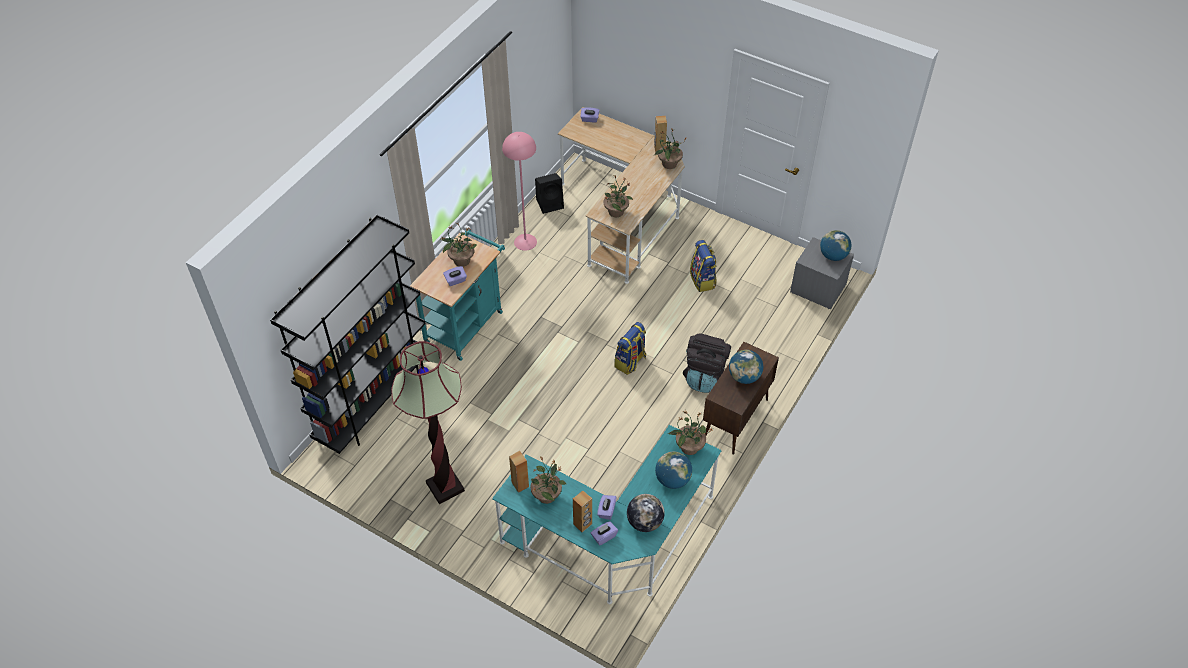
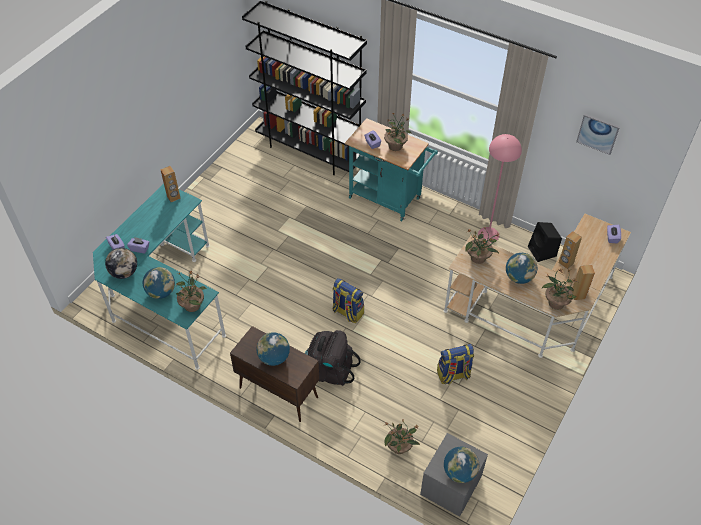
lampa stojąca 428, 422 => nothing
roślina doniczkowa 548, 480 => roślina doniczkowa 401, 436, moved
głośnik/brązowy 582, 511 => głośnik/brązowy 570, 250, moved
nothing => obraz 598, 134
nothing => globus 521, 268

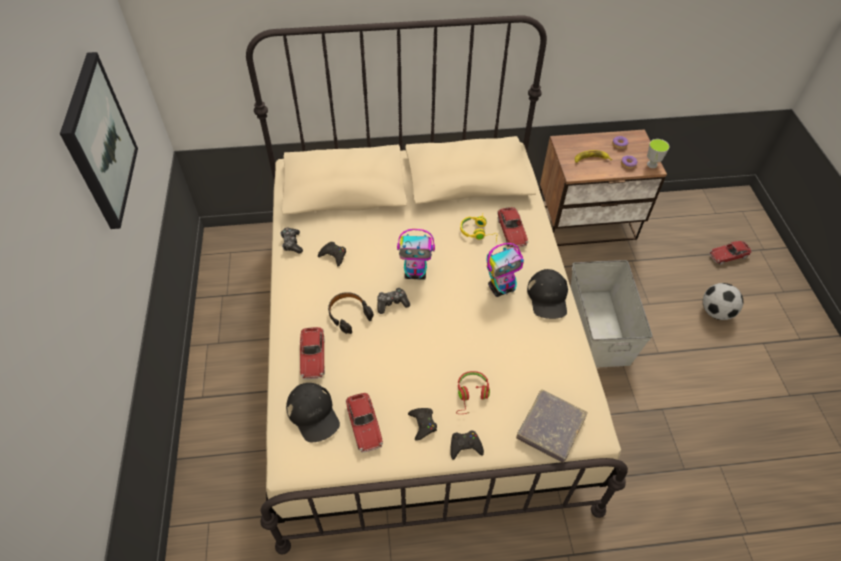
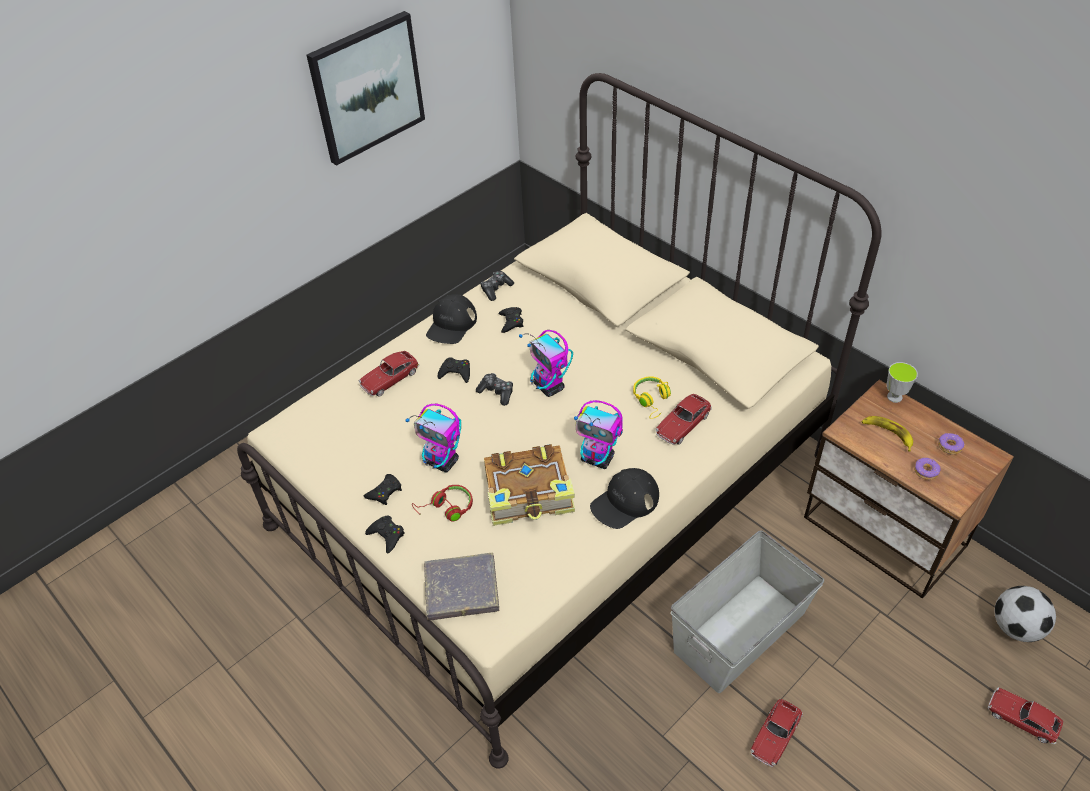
filiżanka 658, 153 => filiżanka 902, 382, moved
piłka futbolowa 723, 301 => piłka futbolowa 1025, 614, moved
słuchawki/czarny 351, 313 => pad do gier/czarny 454, 370
czapka z daszkiem/czarny 313, 412 => czapka z daszkiem/czarny 451, 319, moved
samochodzik 364, 423 => samochodzik 776, 733, moved
nothing => robot zabawkowy 433, 438
nothing => książka 529, 485

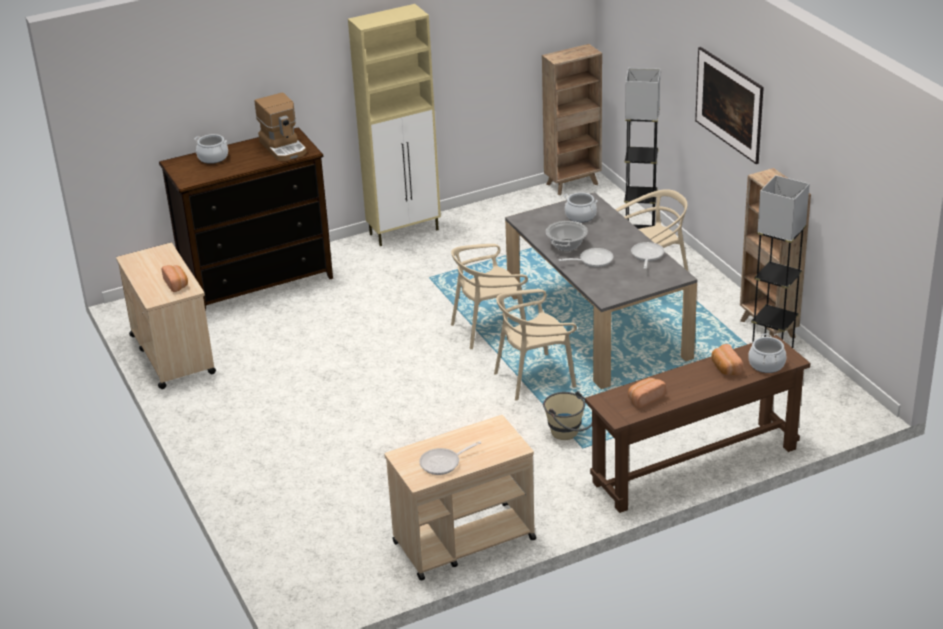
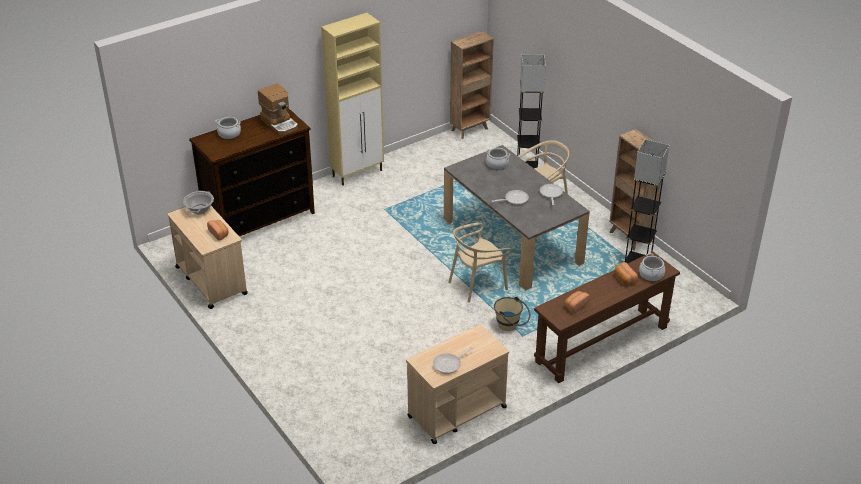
obraz 729, 105 => nothing
garnek 567, 236 => garnek 198, 202, moved
krzesło/beżowy 489, 296 => nothing

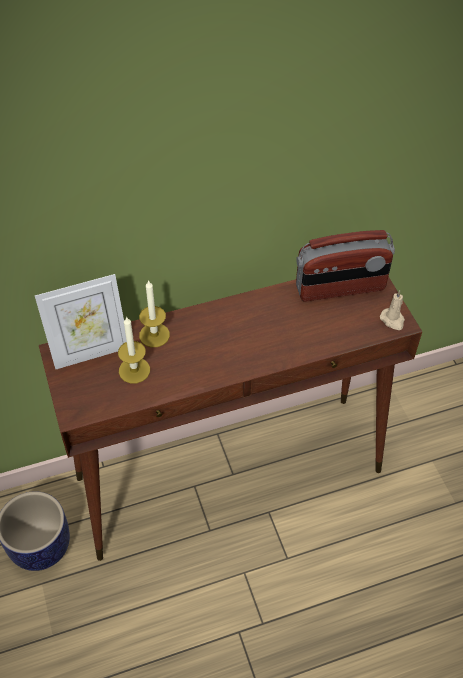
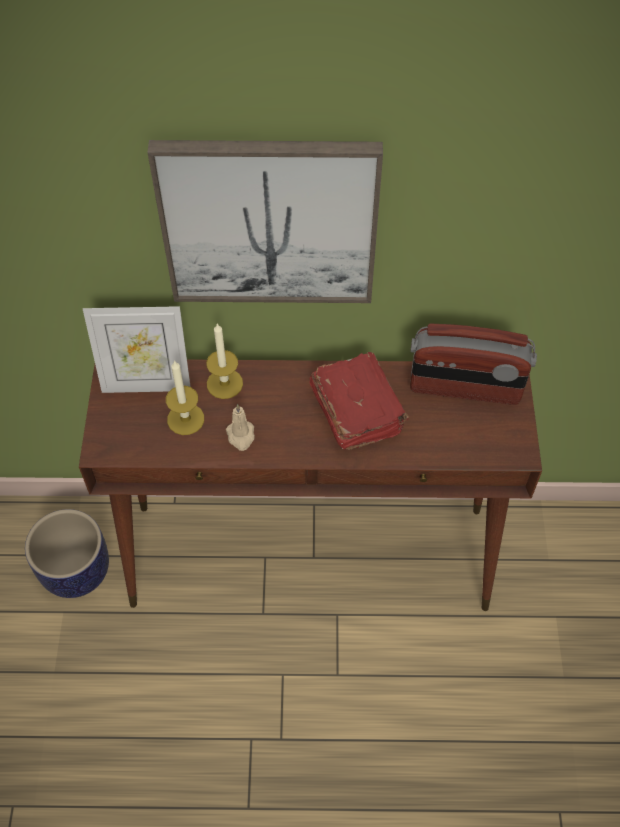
świeca/beżowy 392, 310 => świeca/beżowy 240, 427, moved
nothing => obraz 265, 221
nothing => książka/czerwony 359, 401

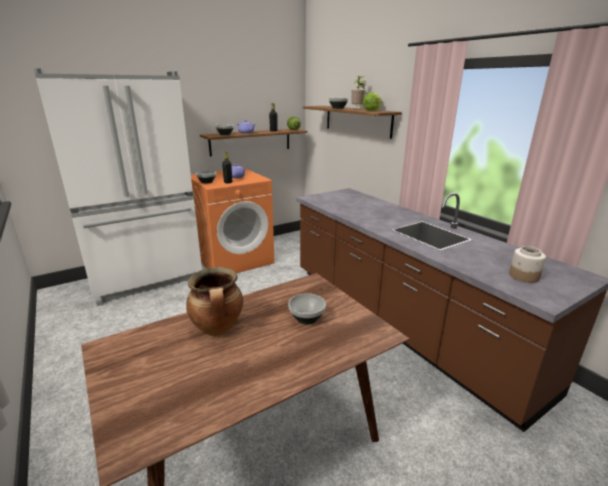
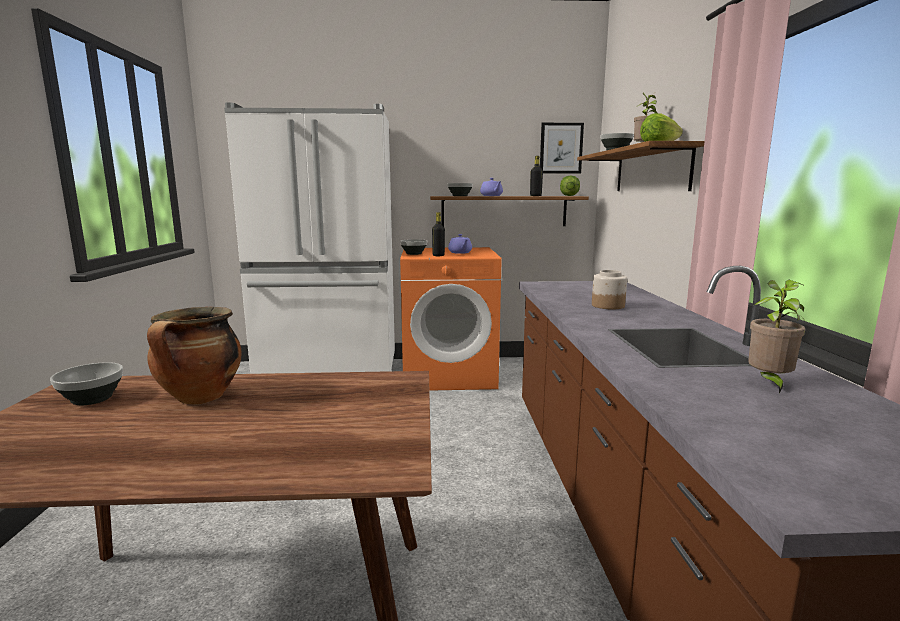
słoik 527, 264 => słoik 609, 289, moved
miska 307, 308 => miska 86, 383, moved
nothing => obraz 562, 148
nothing => roślina doniczkowa 777, 336

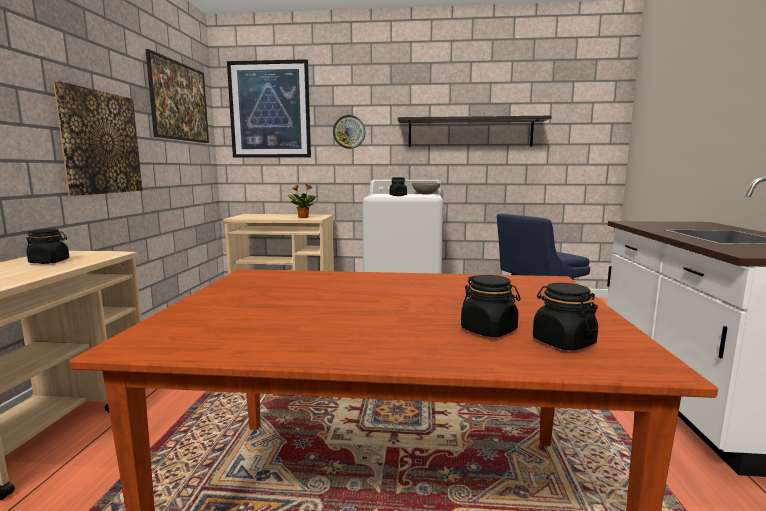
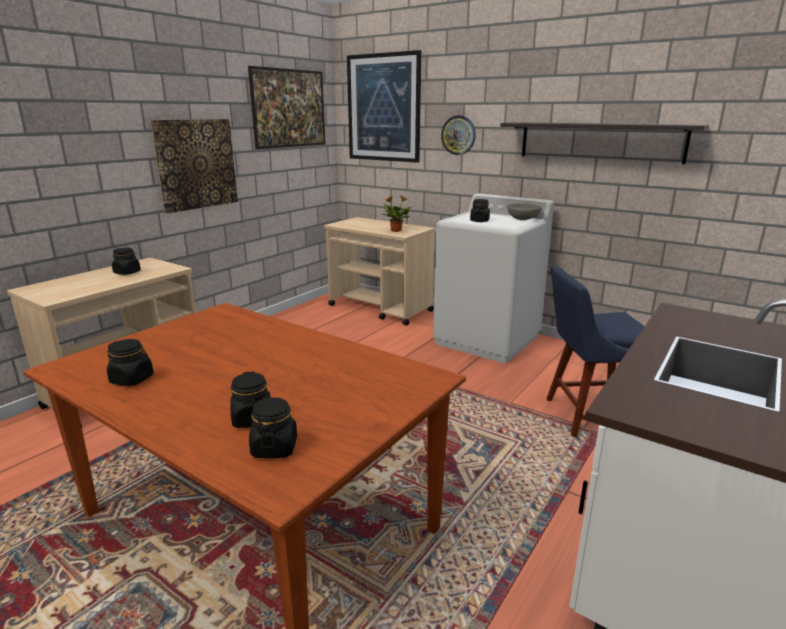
nothing => słoik/czarny 130, 362

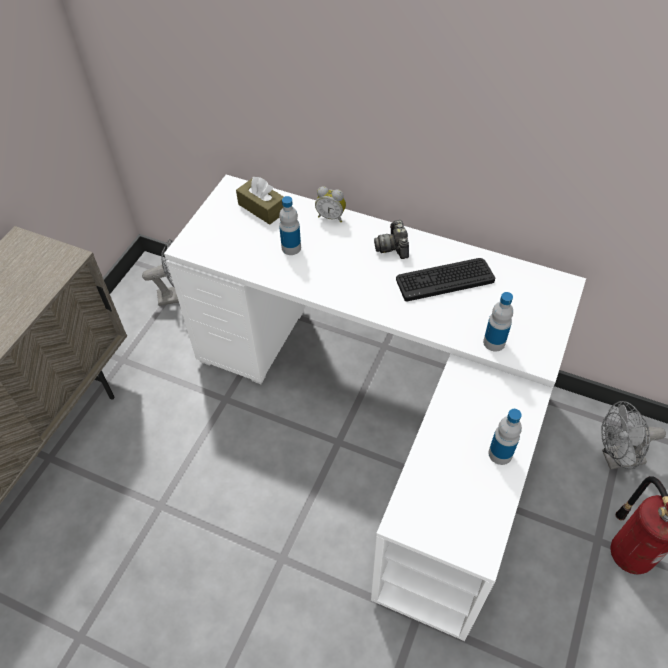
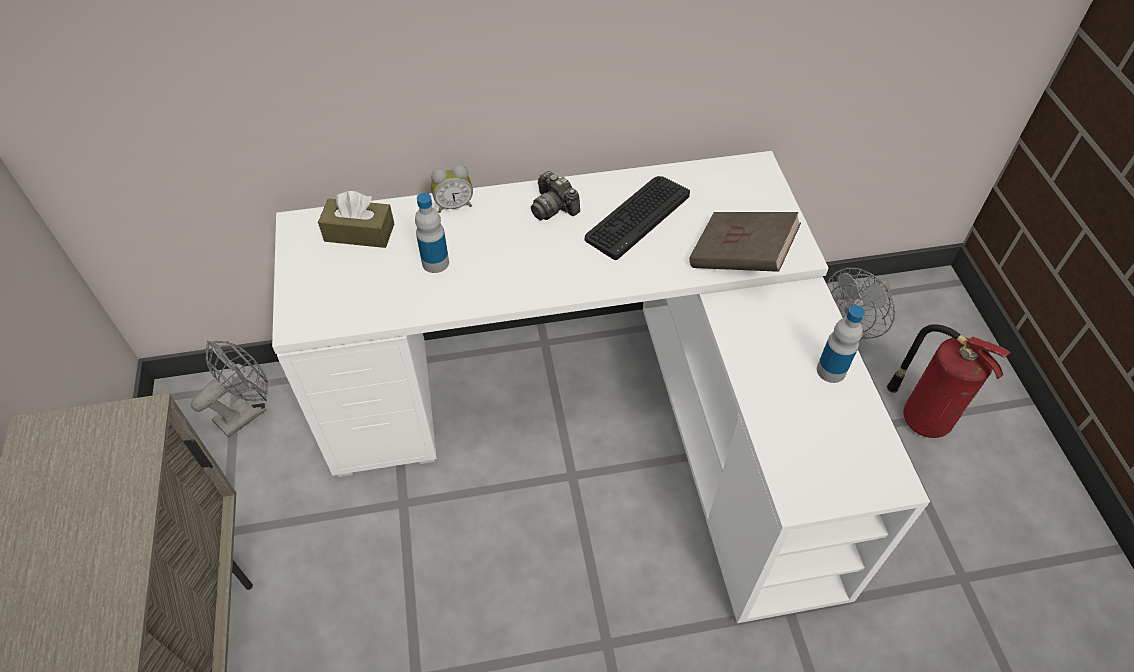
butelka 498, 322 => książka/brązowy 745, 242

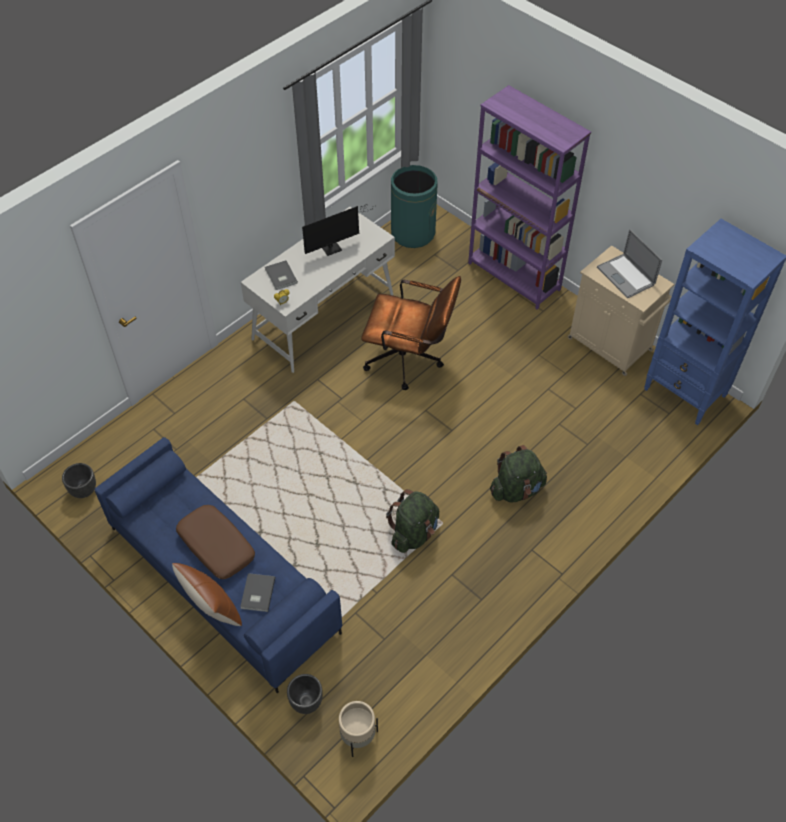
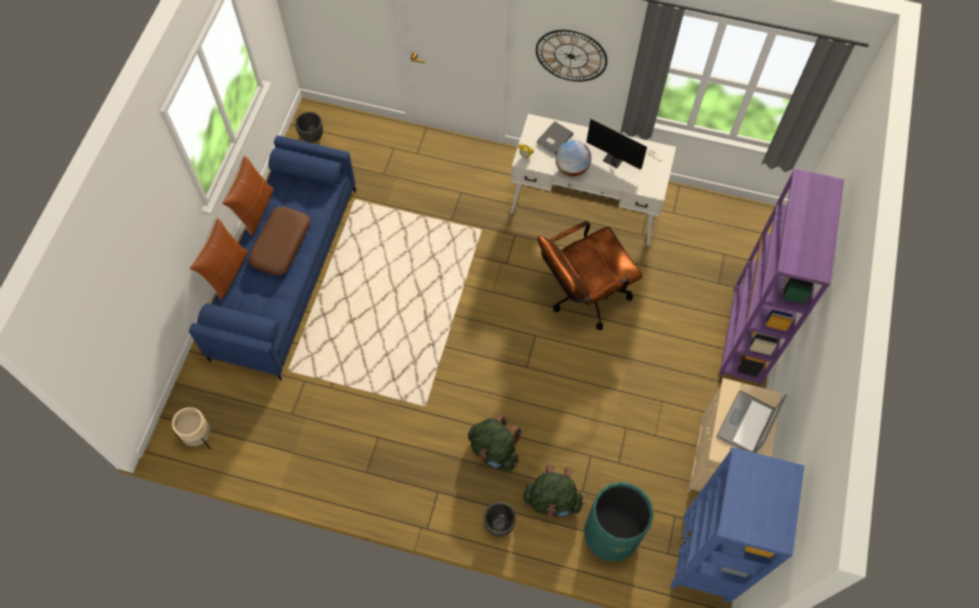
kosz na śmieci/zielony 414, 206 => kosz na śmieci/zielony 619, 522, moved
krzesło biurowe/brązowy 411, 333 => krzesło biurowe/brązowy 590, 275, 75 degrees clockwise
plecak/zielony 412, 521 => plecak/zielony 554, 491, moved
książka/szary 258, 592 => nothing
donica/czarny 305, 694 => donica/czarny 500, 519, moved
nothing => zegar ścienny 571, 56
nothing => globus 573, 158
nothing => poduszka/brązowy 247, 195

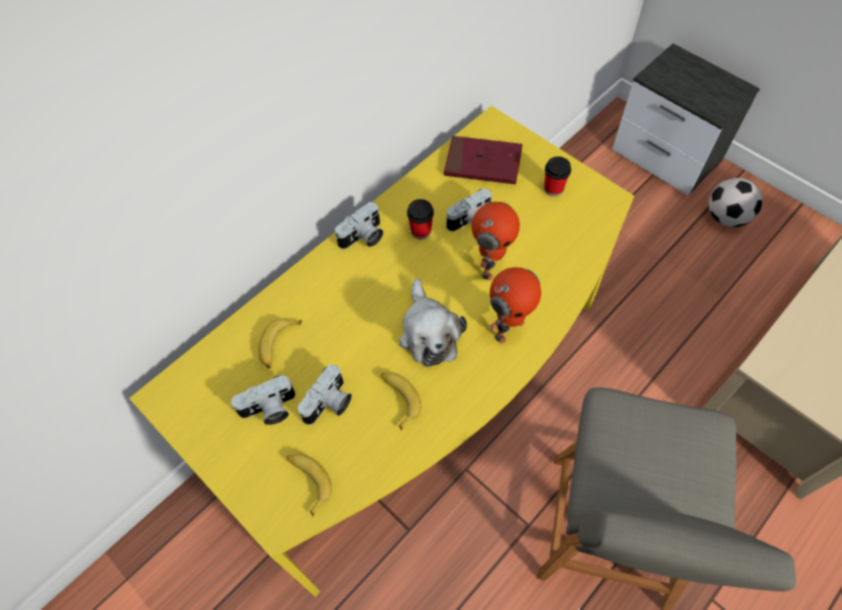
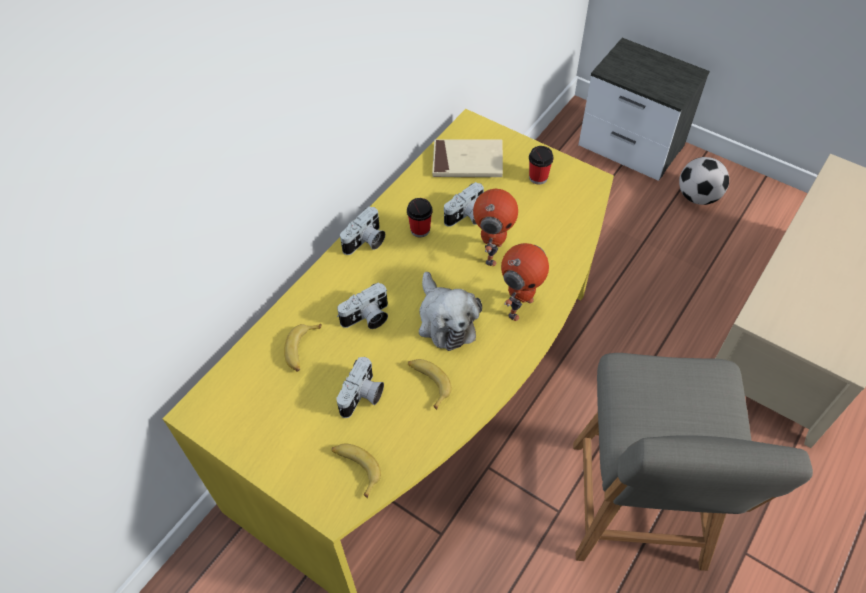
książka/czerwony 483, 160 => książka/beżowy 467, 158
aparat fotograficzny 263, 400 => aparat fotograficzny 362, 305, moved

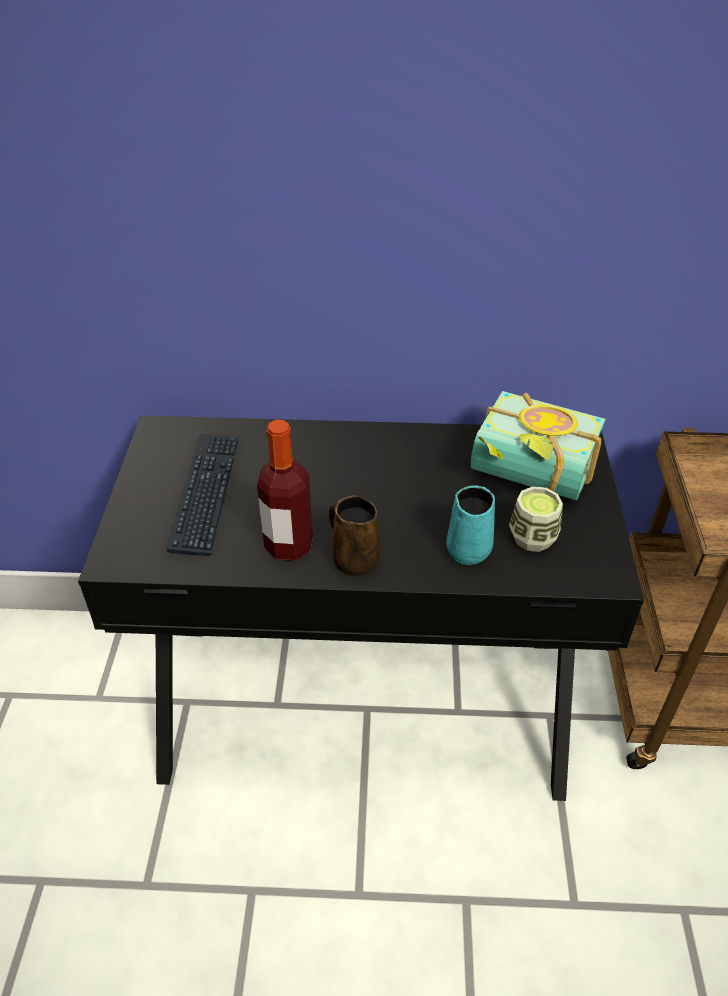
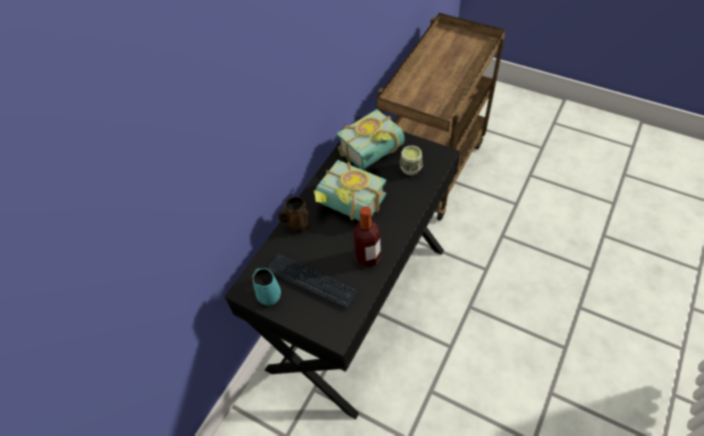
kubek/turkusowy 470, 525 => kubek/turkusowy 266, 287, moved
kubek/brązowy 354, 535 => kubek/brązowy 294, 215, moved
nothing => książka 350, 190

